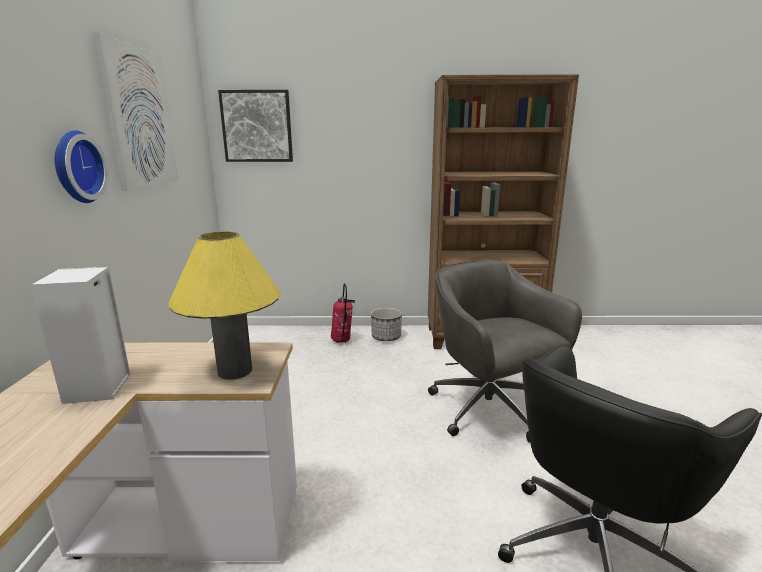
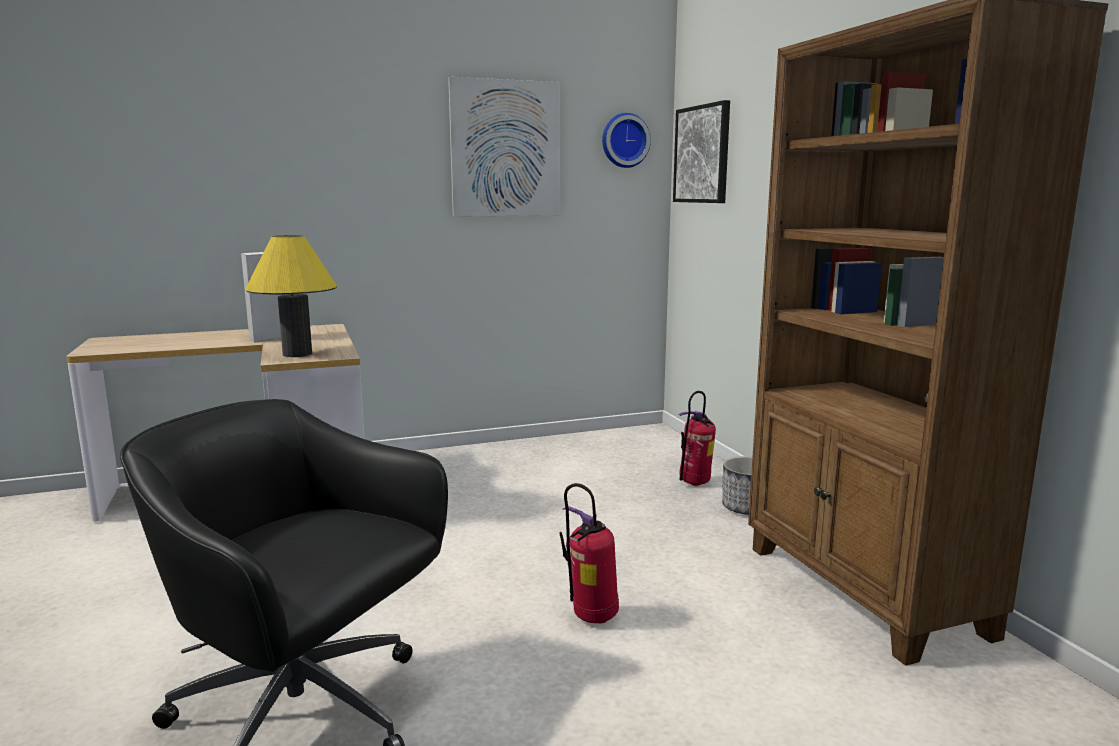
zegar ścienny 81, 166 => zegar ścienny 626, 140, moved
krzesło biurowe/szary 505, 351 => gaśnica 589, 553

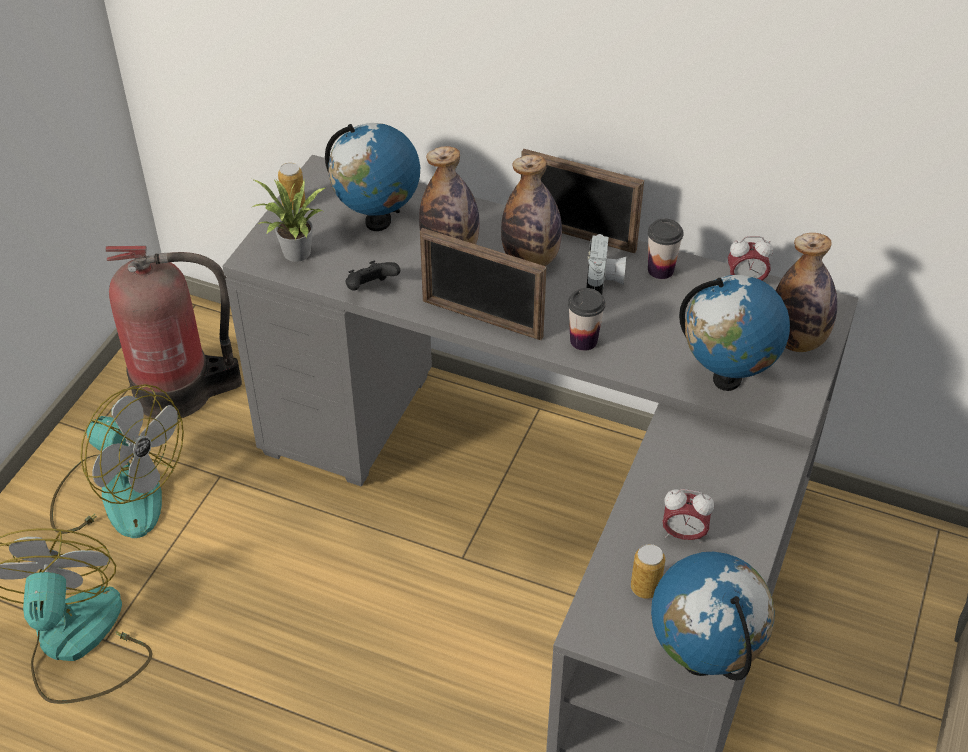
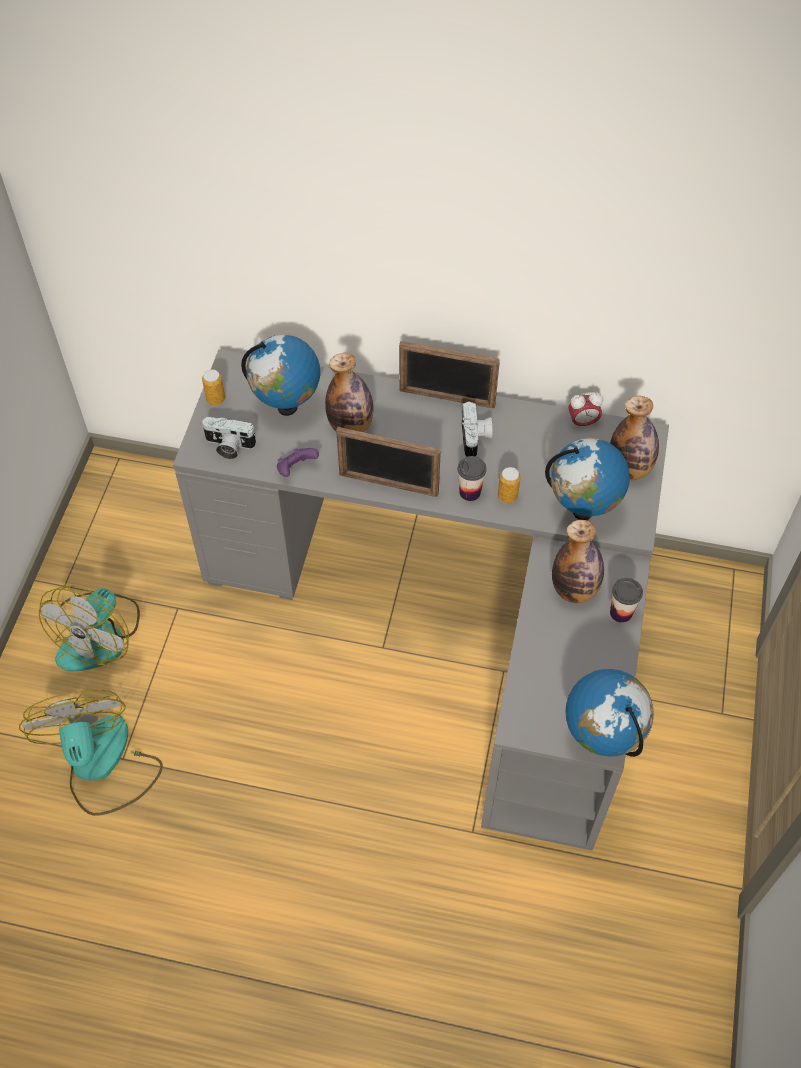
butelka 531, 210 => butelka 578, 561, moved
roślina doniczkowa 288, 220 => aparat fotograficzny 229, 438
filiżanka 666, 248 => filiżanka 626, 600, moved
gaśnica 174, 332 => nothing
pad do gier/czarny 372, 276 => pad do gier/fioletowy 298, 462
wentylator 117, 461 => wentylator 89, 628, 90 degrees clockwise
budzik 688, 516 => nothing
puszka 648, 571 => puszka 509, 485, moved

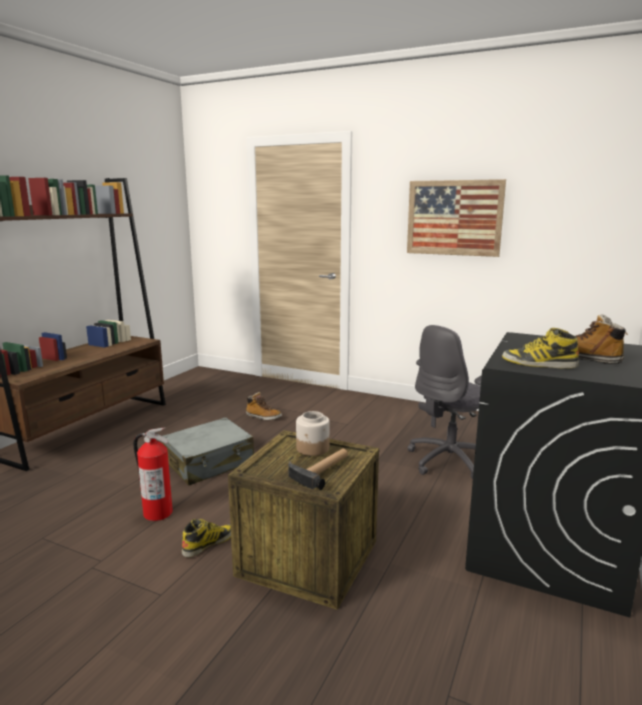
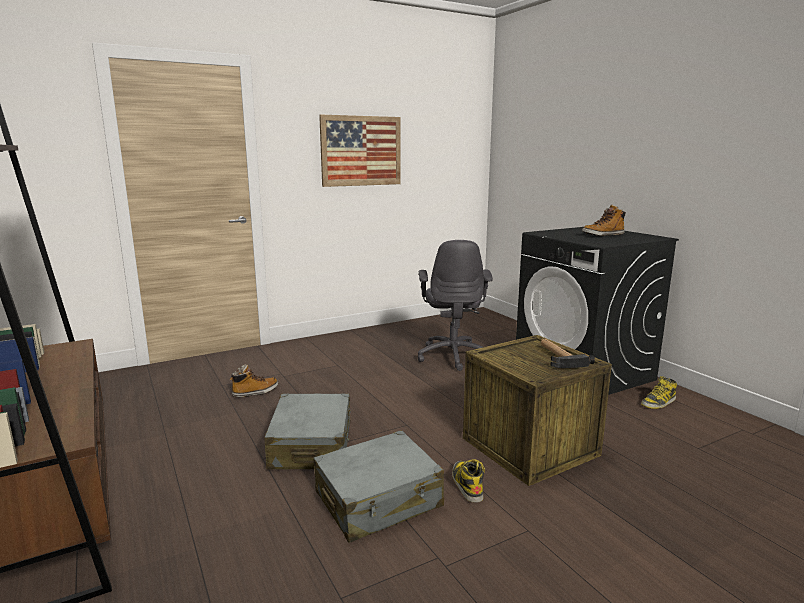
but z cholewką 540, 348 => but z cholewką 659, 392, moved
słoik 313, 433 => nothing
gaśnica 153, 474 => walizka/szary 378, 486

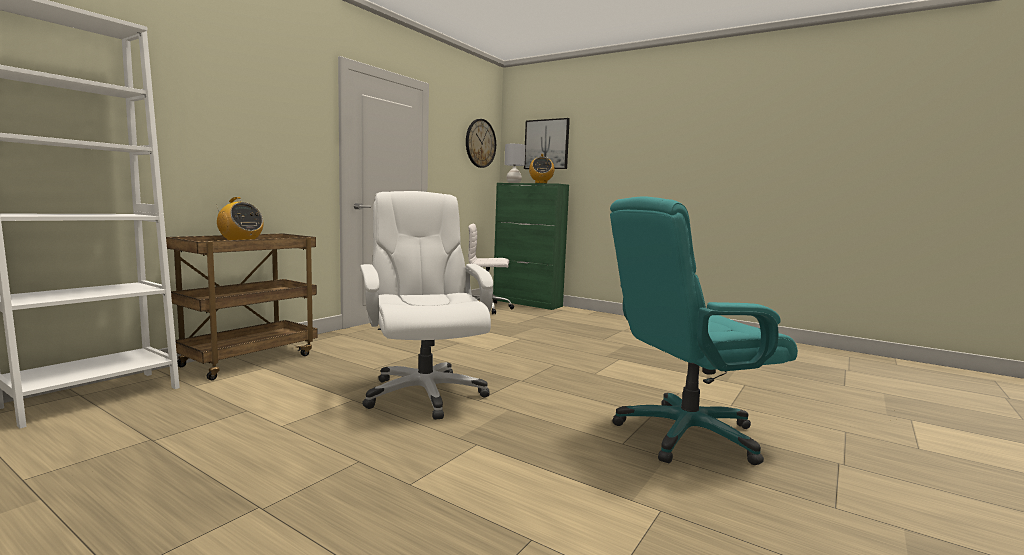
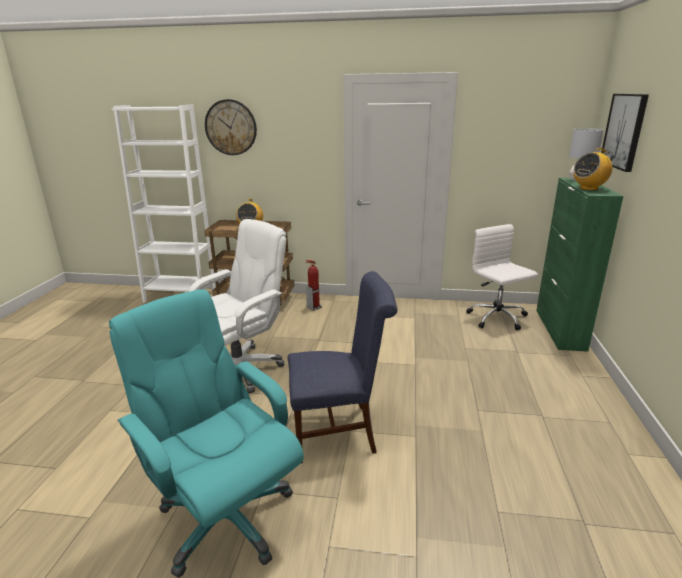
zegar ścienny 481, 143 => zegar ścienny 231, 127, moved
nothing => gaśnica 314, 285
nothing => krzesło/niebieski 342, 367

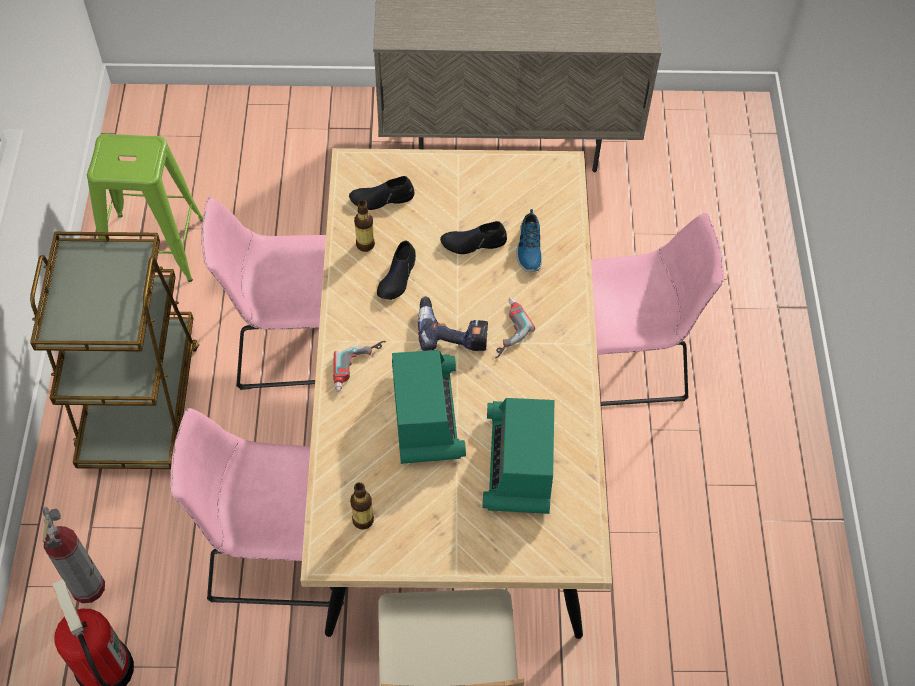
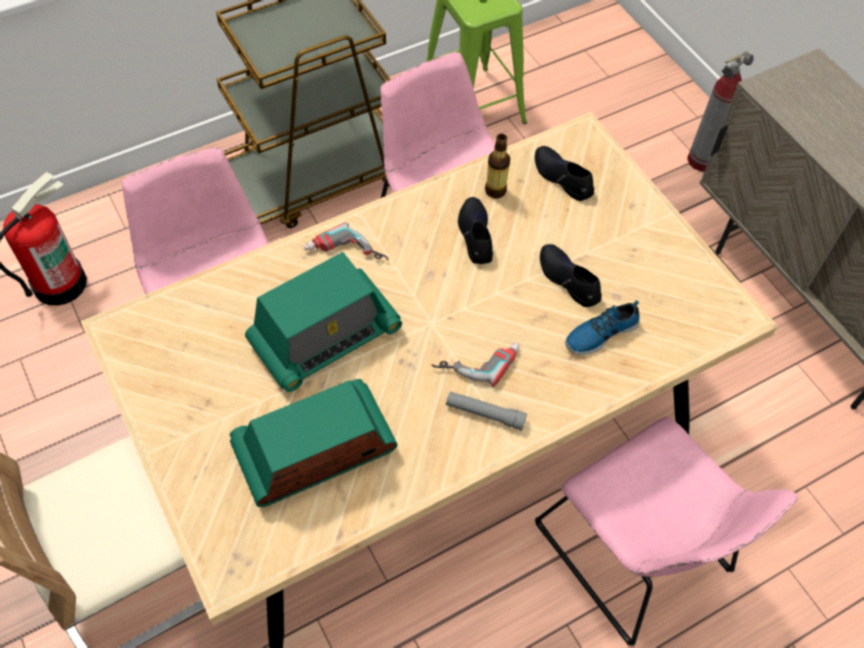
but/czarny 396, 270 => but/czarny 475, 230, 90 degrees clockwise
wiertarka 453, 323 => nothing
butelka 362, 506 => nothing
gaśnica 74, 555 => gaśnica 720, 111, moved
nothing => latarka/szary 486, 410

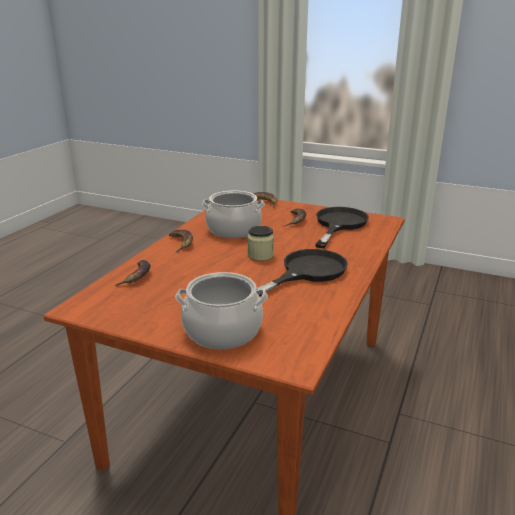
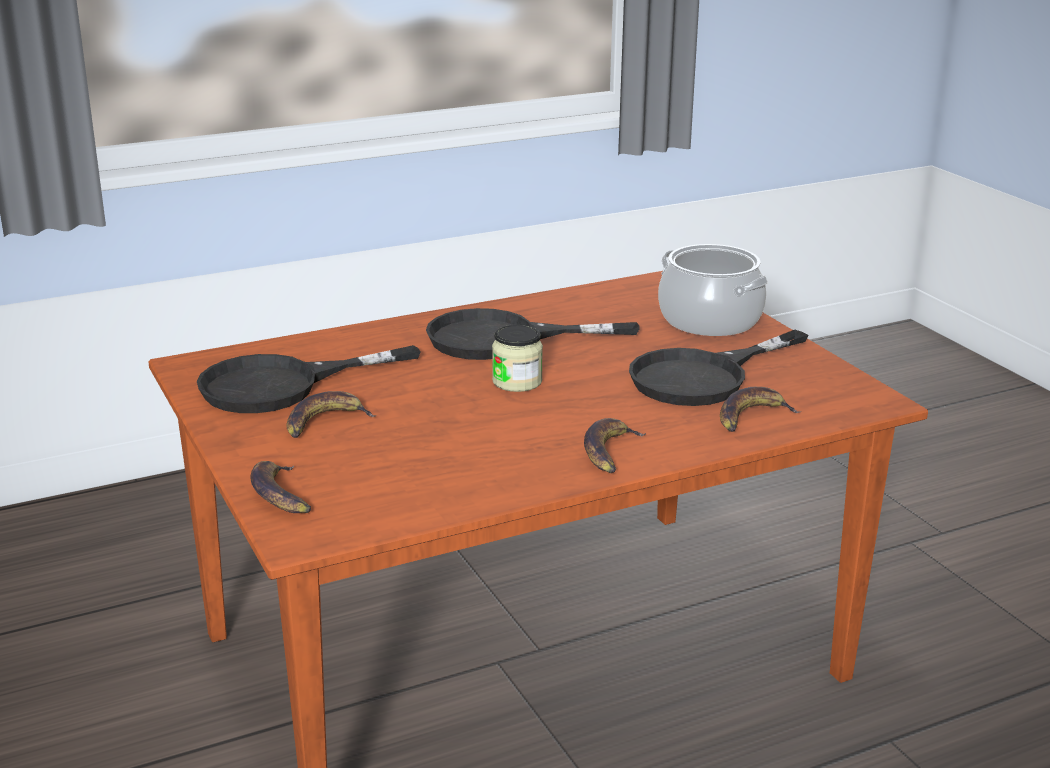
garnek 233, 214 => nothing
nothing => patelnia/czarny 718, 368

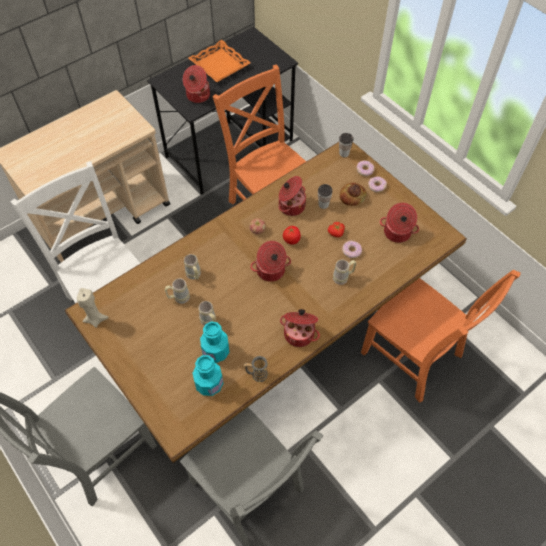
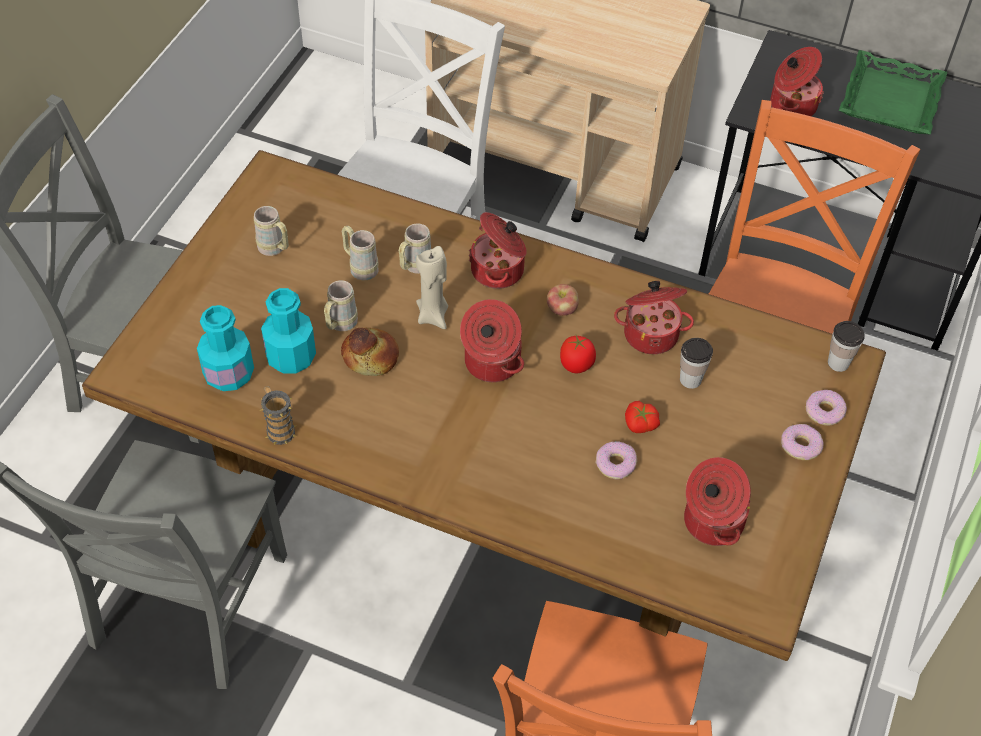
taca/pomarańczowy 219, 61 => taca/zielony 893, 92
chleb 353, 194 => chleb 370, 352, moved
kubek/beżowy 344, 272 => kubek/beżowy 271, 231, moved
świeca/beżowy 93, 308 => świeca/beżowy 432, 287, moved
garnek 300, 328 => garnek 498, 250, moved

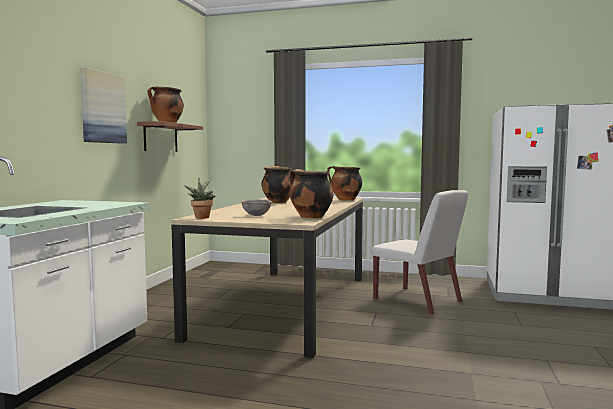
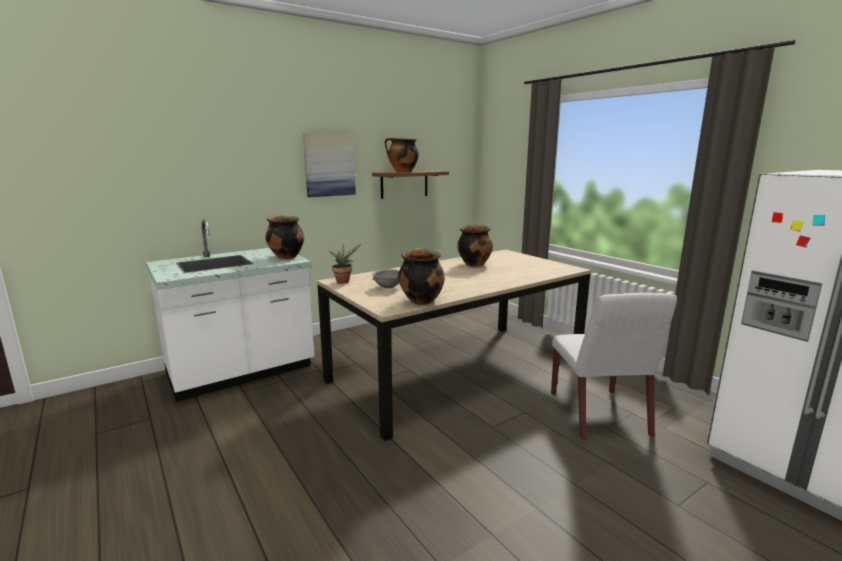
garnek 344, 183 => garnek 284, 237, moved

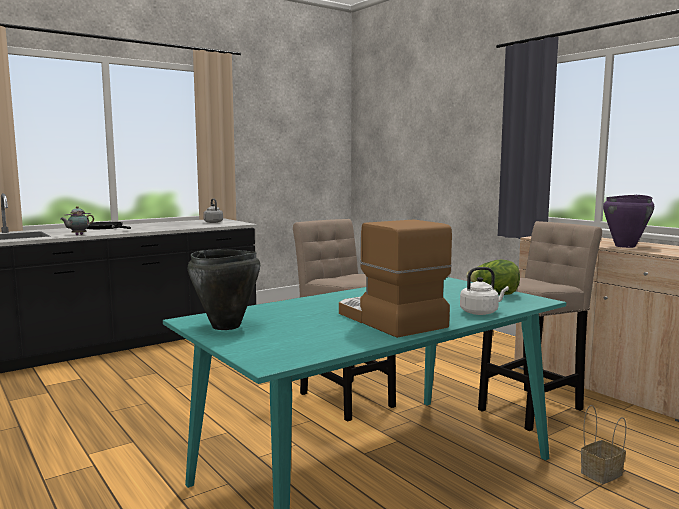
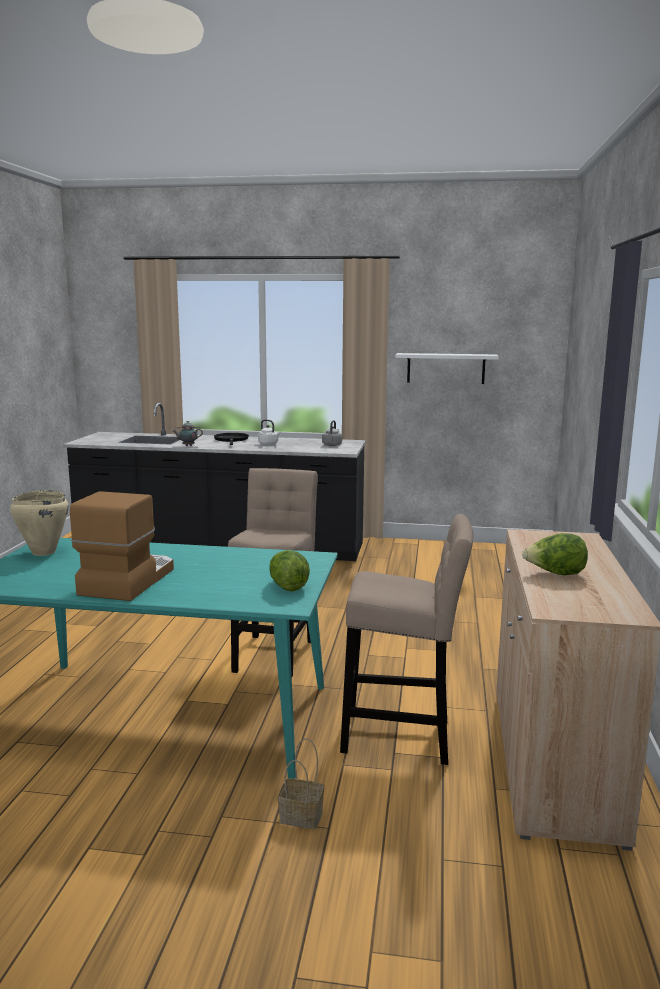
garnek/fioletowy 628, 221 => sałata 555, 554
garnek/czarny 224, 289 => garnek/beżowy 39, 523
czajnik/biały 484, 291 => czajnik/biały 269, 432, moved
nothing => półka/biały 447, 368

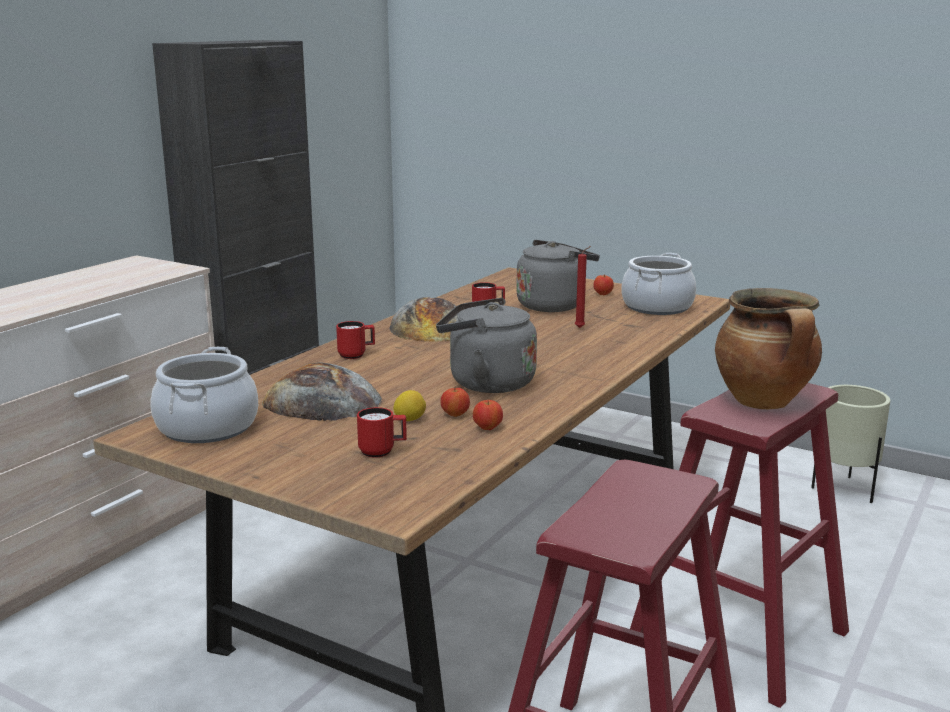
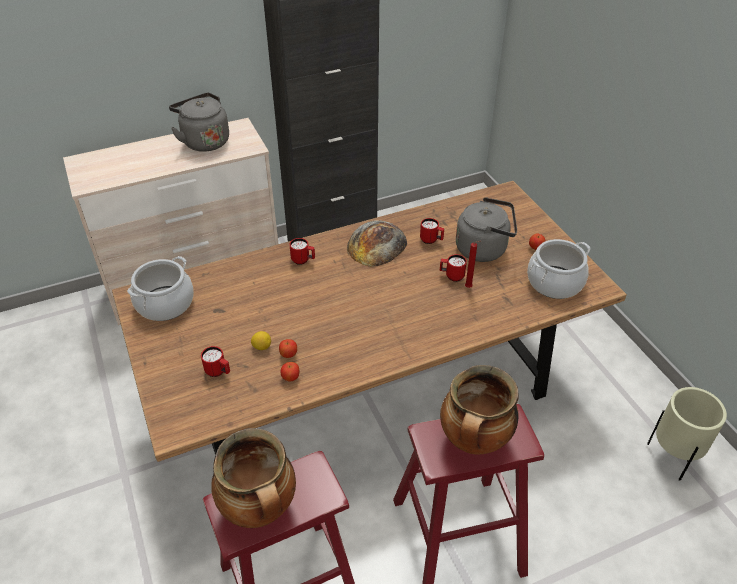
czajnik/szary 486, 345 => czajnik/szary 199, 122, moved
chleb 321, 391 => nothing
nothing => kubek/czerwony 453, 268
nothing => garnek 253, 478

